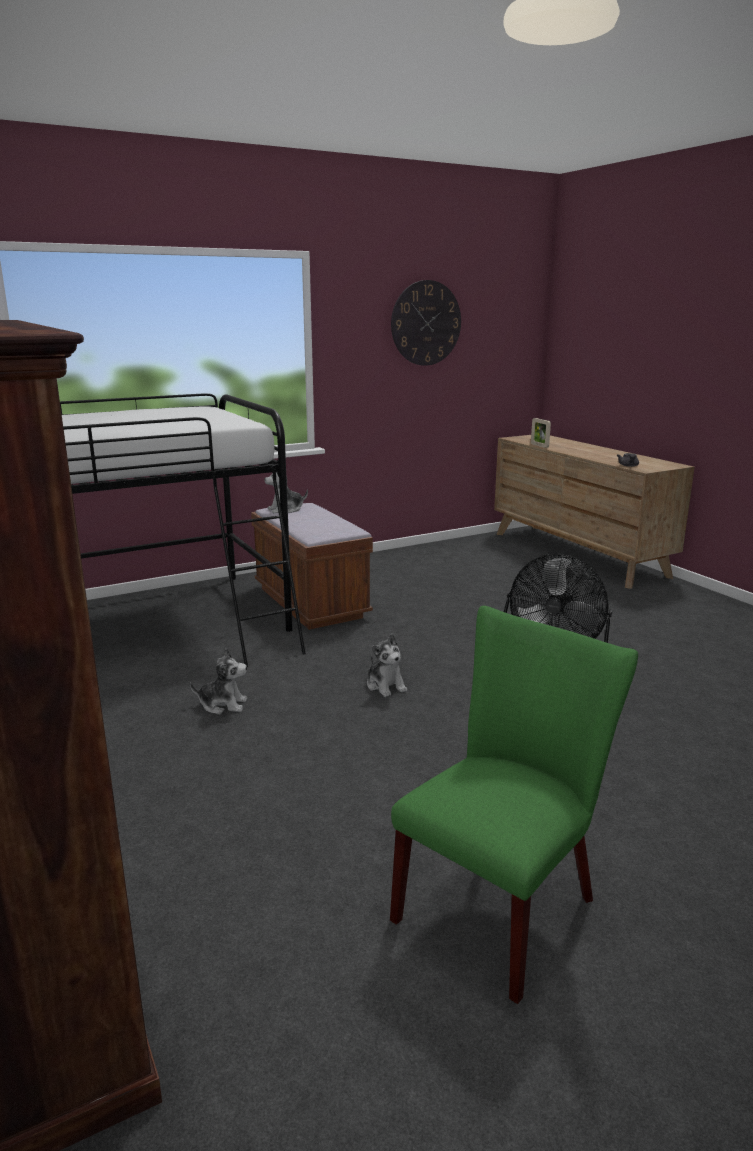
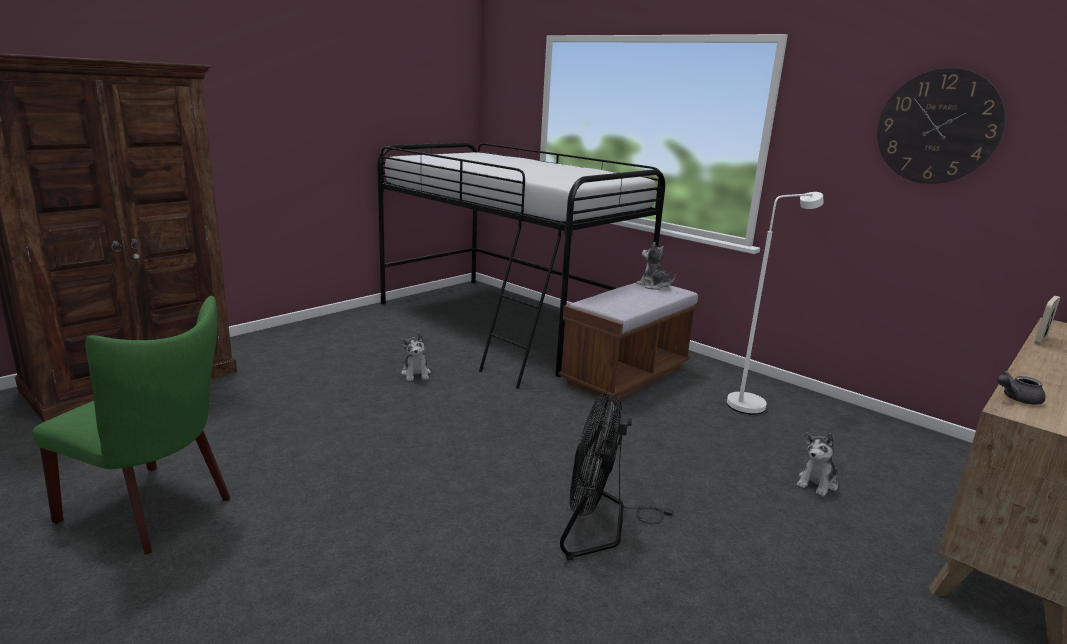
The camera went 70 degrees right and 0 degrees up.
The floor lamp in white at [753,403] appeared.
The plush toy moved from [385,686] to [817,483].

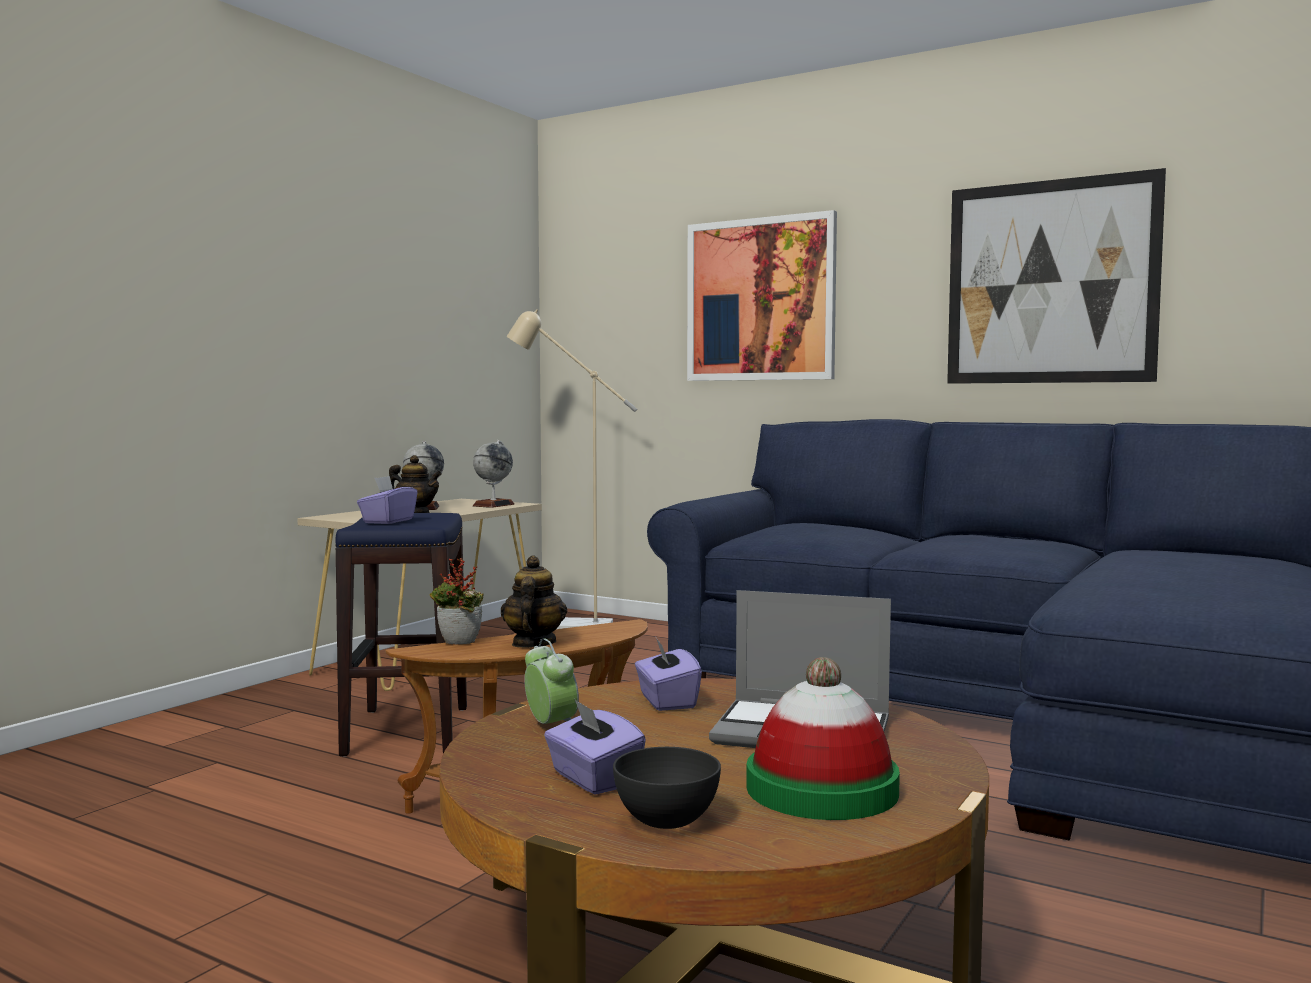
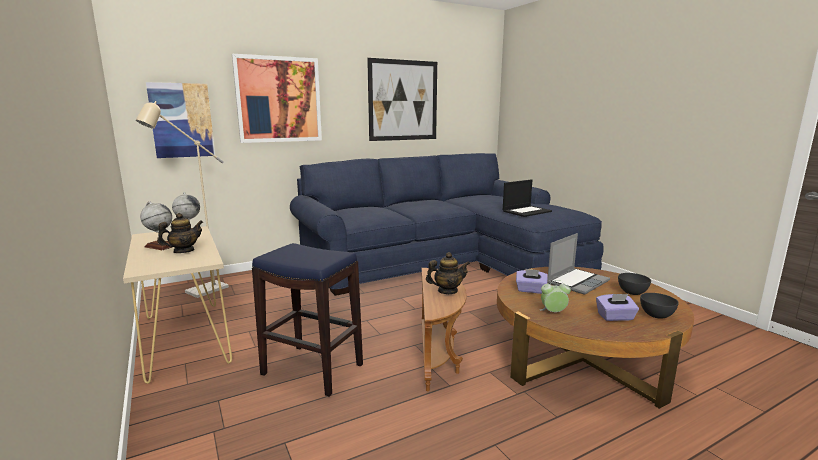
The camera went 60 degrees left and 10 degrees up.
The picture at [182,120] appeared.
The teapot at [533,644] turned 135 degrees clockwise.
The laptop at [526,211] appeared.
The hat at [821,789] was replaced by the bowl in grey at [632,292].
The tissue box in purple at [388,521] disappeared.
The potted plant at [458,644] disappeared.

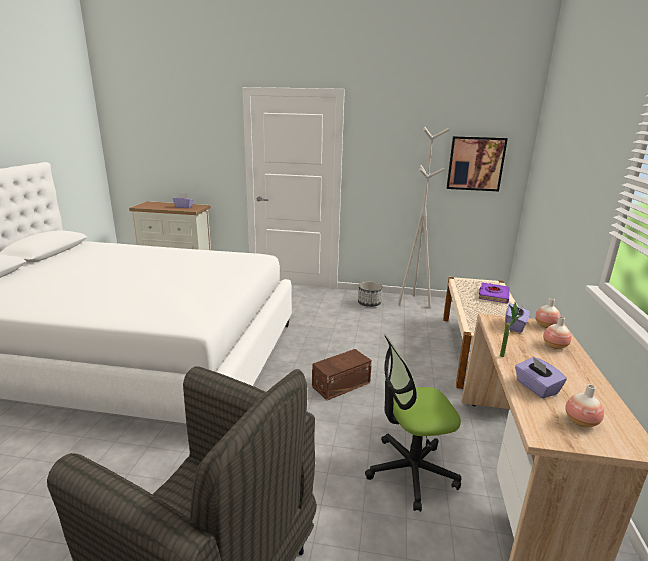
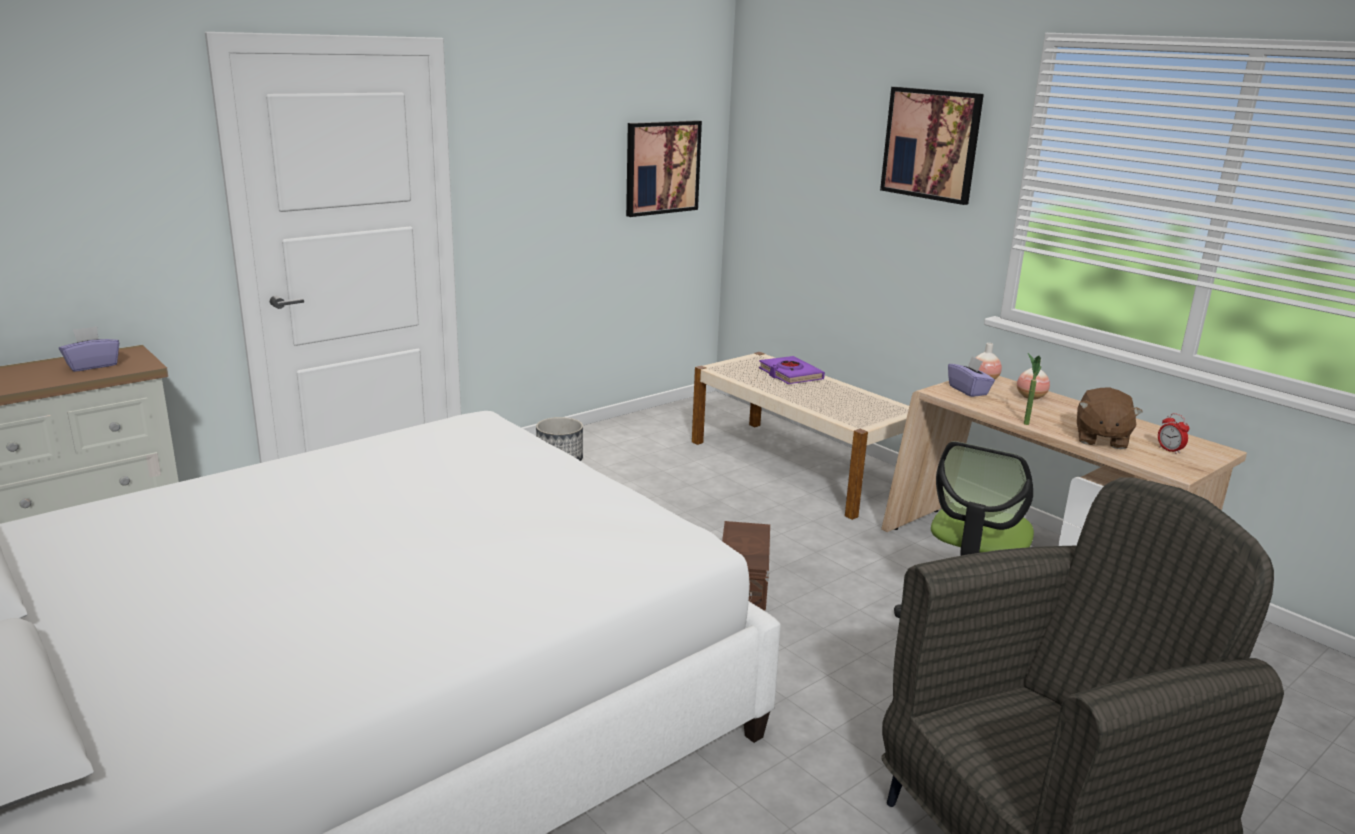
The camera went 50 degrees left and 0 degrees up.
The picture at [931,144] appeared.
The tissue box in purple at [536,388] was replaced by the plush toy in brown at [1100,439].
The vase at [581,422] was replaced by the alarm clock at [1169,450].
The clothes rack in grey at [414,302] disappeared.

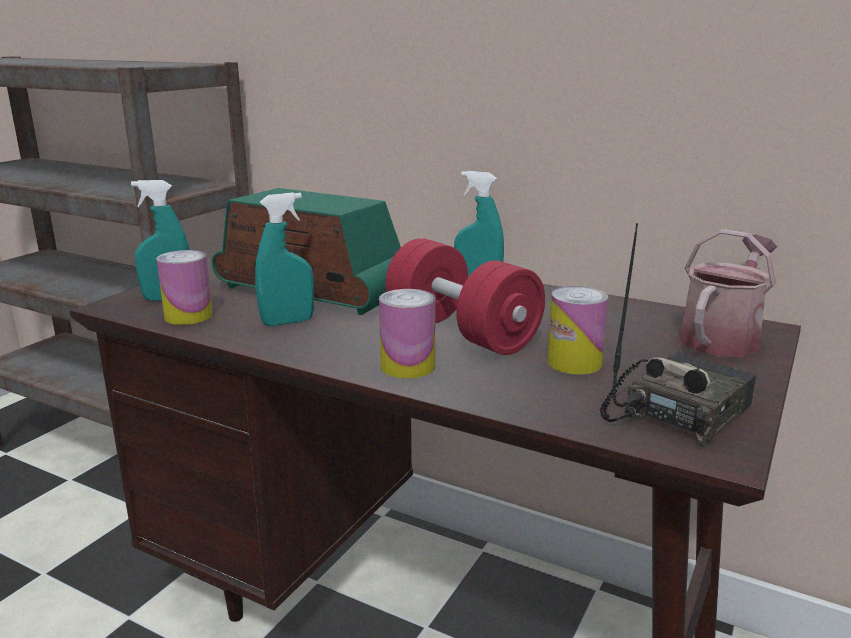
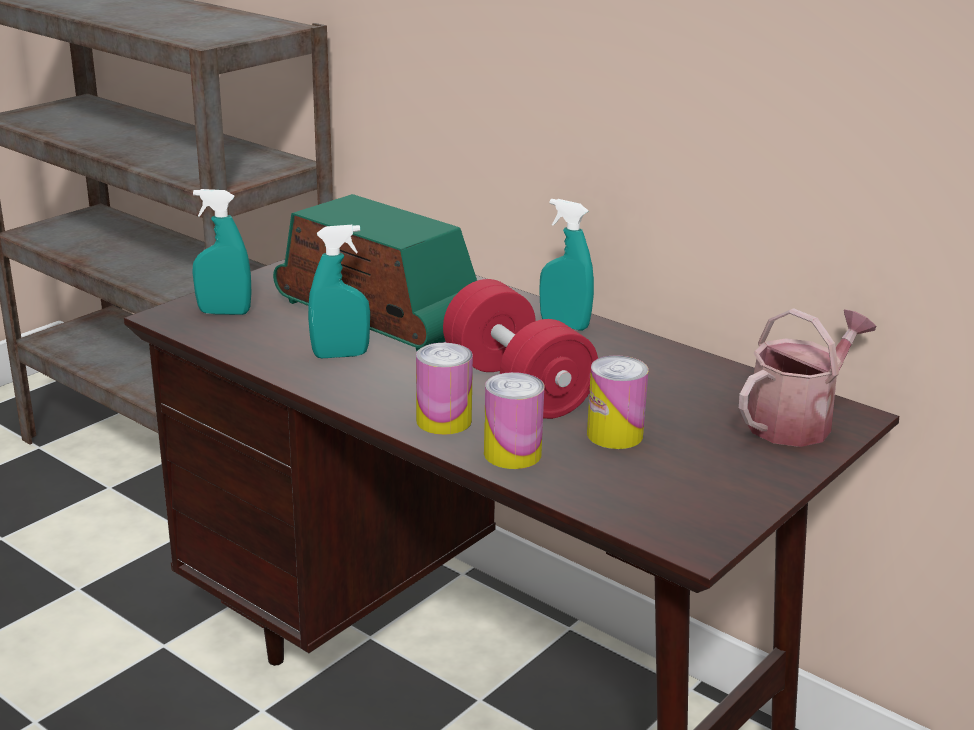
The camera went 10 degrees right and 5 degrees up.
The can moved from [188,316] to [512,454].
The radio at [675,410] disappeared.

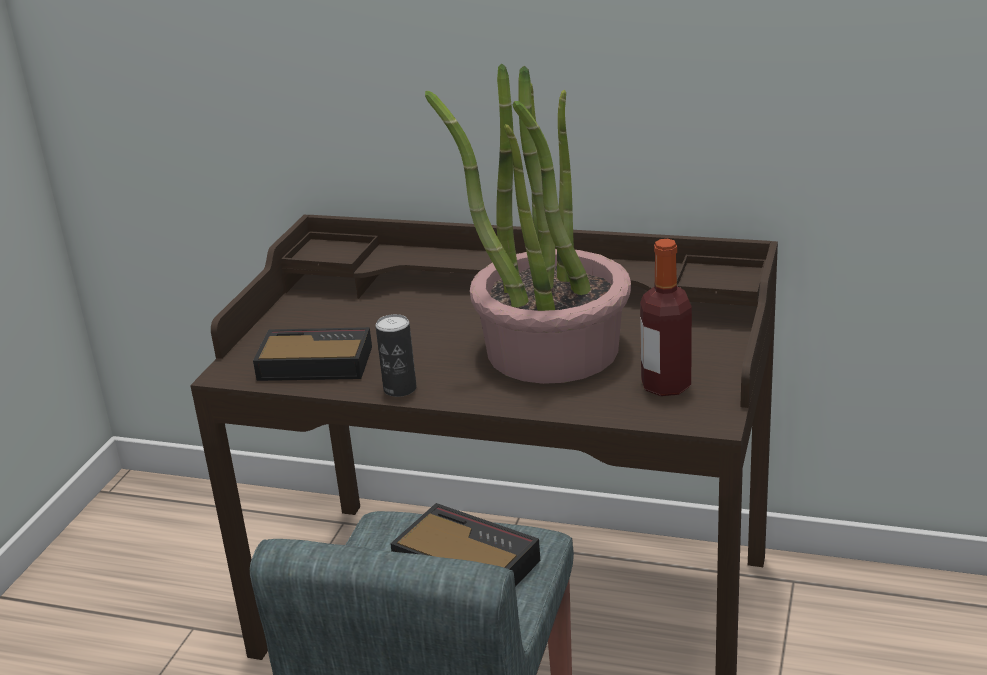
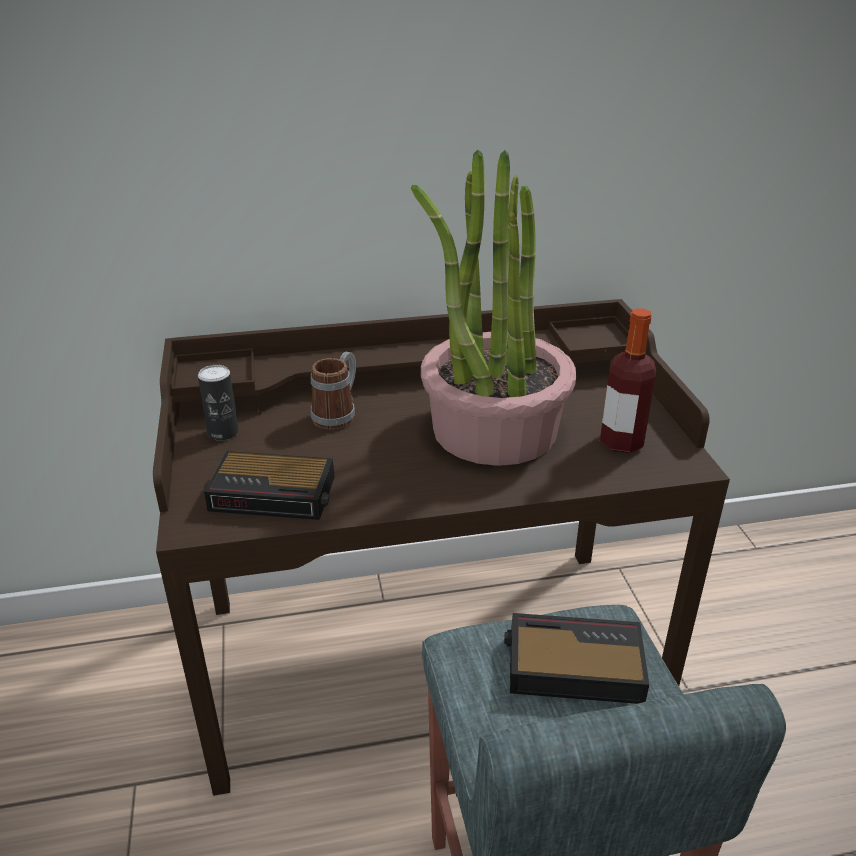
The camera went 30 degrees left and 5 degrees up.
The can moved from [400,389] to [223,432].
The alarm clock at [312,363] turned 150 degrees counterclockwise.
The mug at [338,413] appeared.

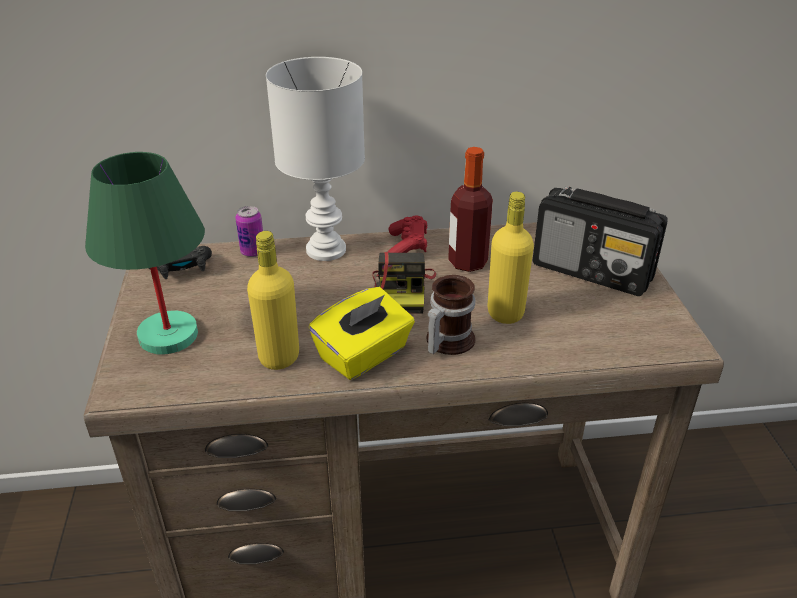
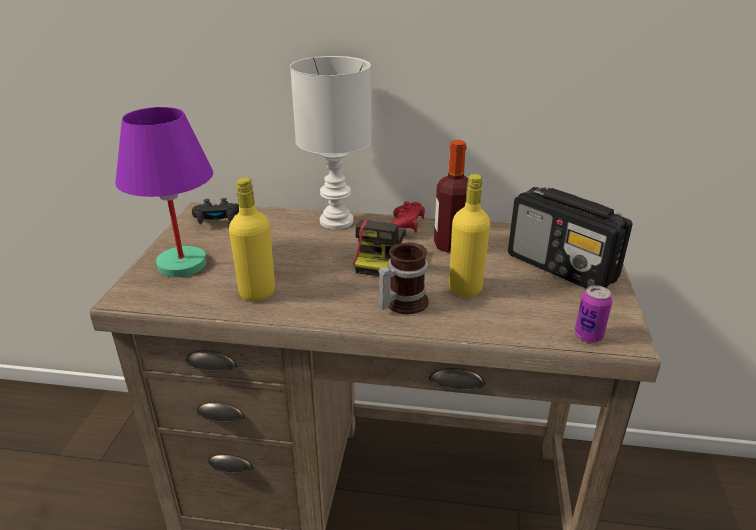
The camera went 15 degrees right and 5 degrees down.
The table lamp in green at [167,336] became the table lamp in purple at [181,265].
The can moved from [253,252] to [588,336].
The tissue box in yellow at [364,355] disappeared.

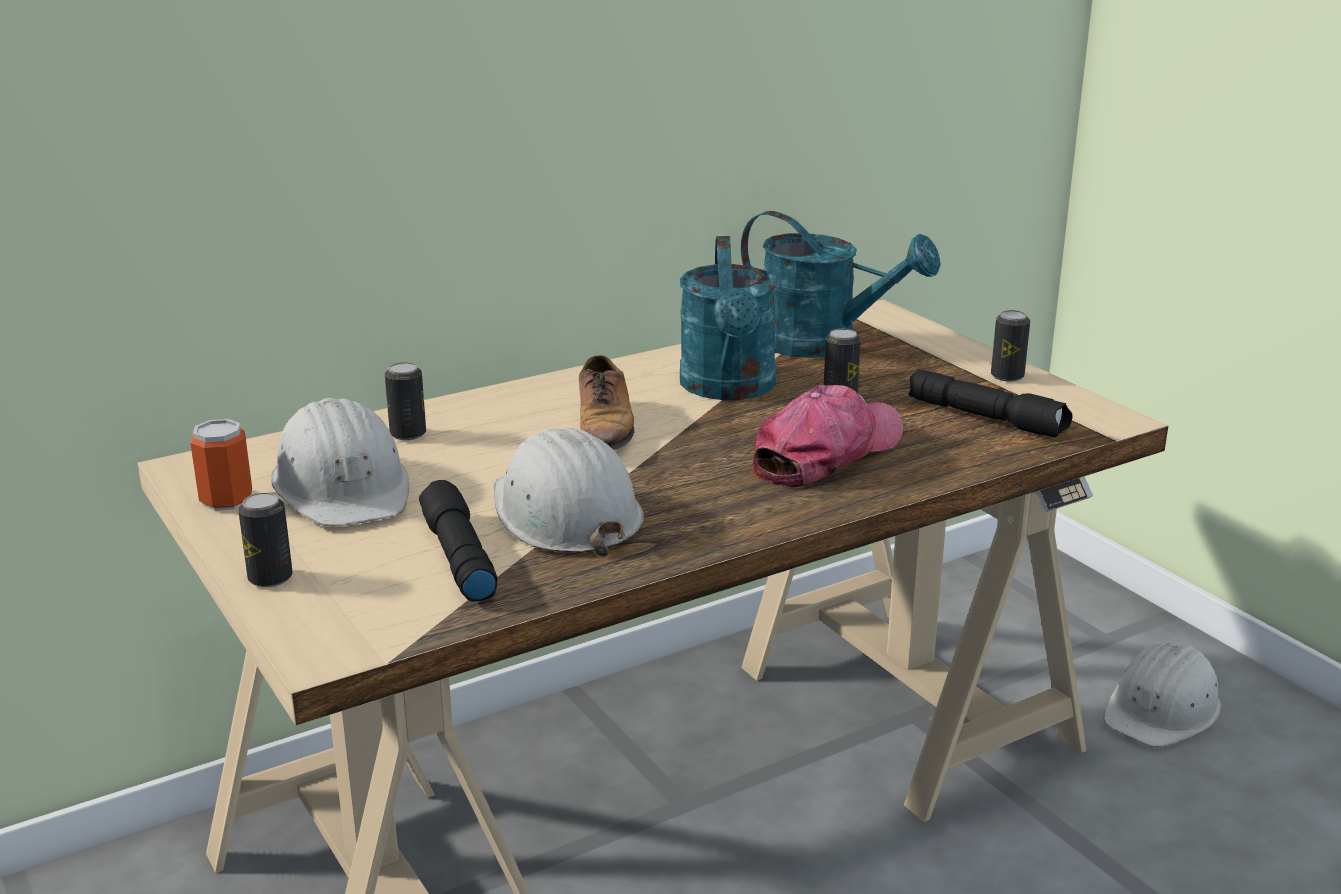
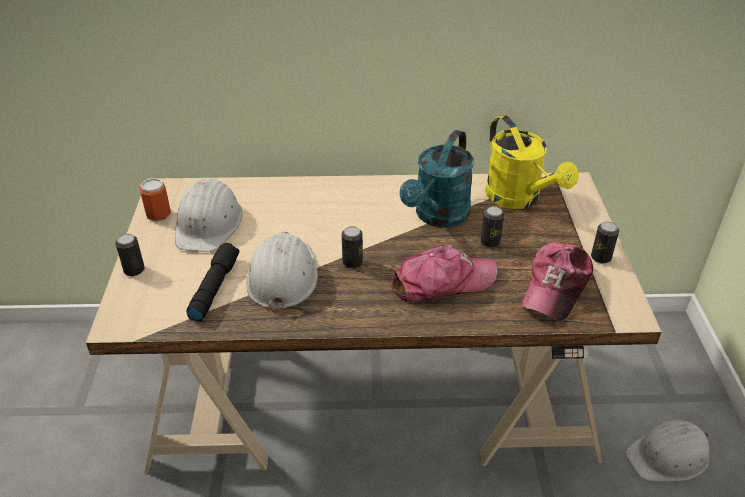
The camera went 30 degrees right and 15 degrees up.
The can moved from [408,434] to [352,263].
The watering can in turquoise at [823,345] became the watering can in yellow at [519,199].
The flashlight in black at [988,418] was replaced by the cap at [556,287].
The shoe at [605,428] disappeared.

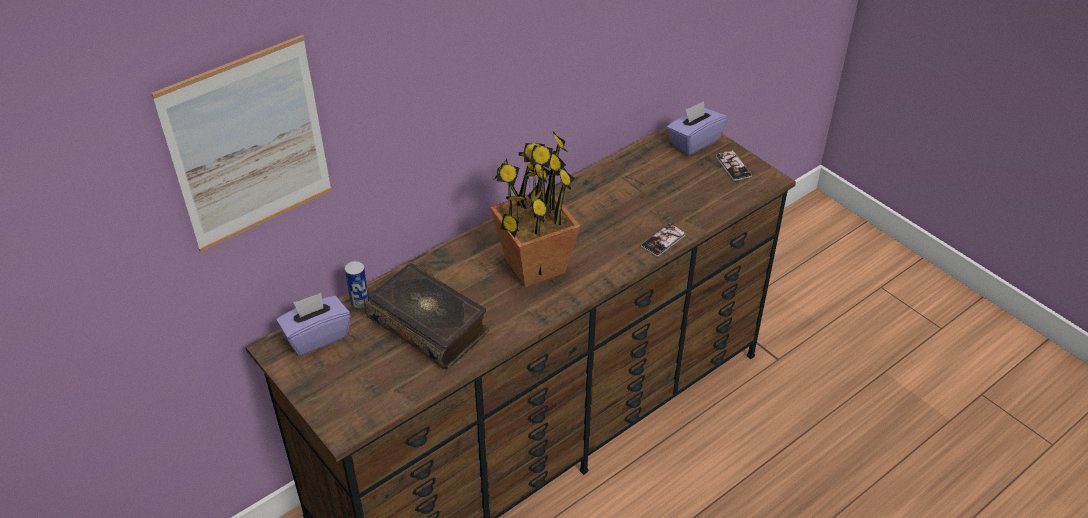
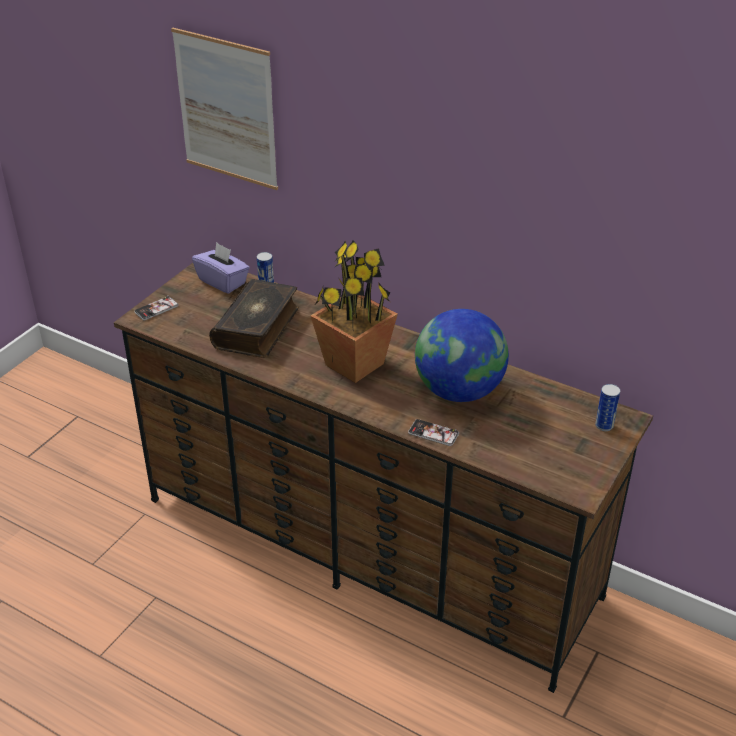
The camera went 70 degrees right and 5 degrees down.
The phone moved from [733,166] to [156,309].
The globe at [459,391] appeared.
The tissue box in purple at [694,141] was replaced by the can at [604,426].

